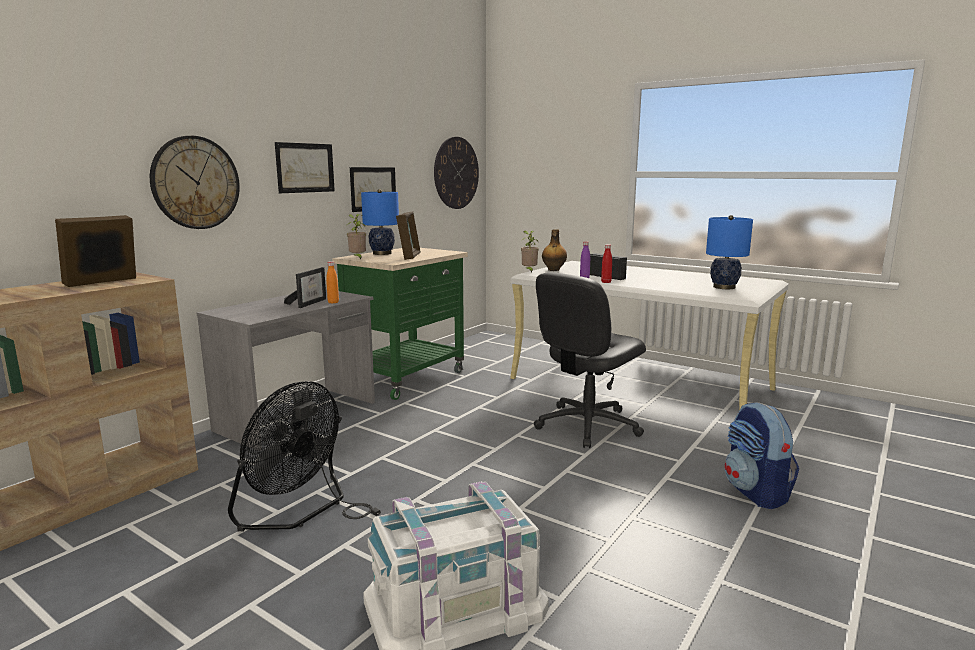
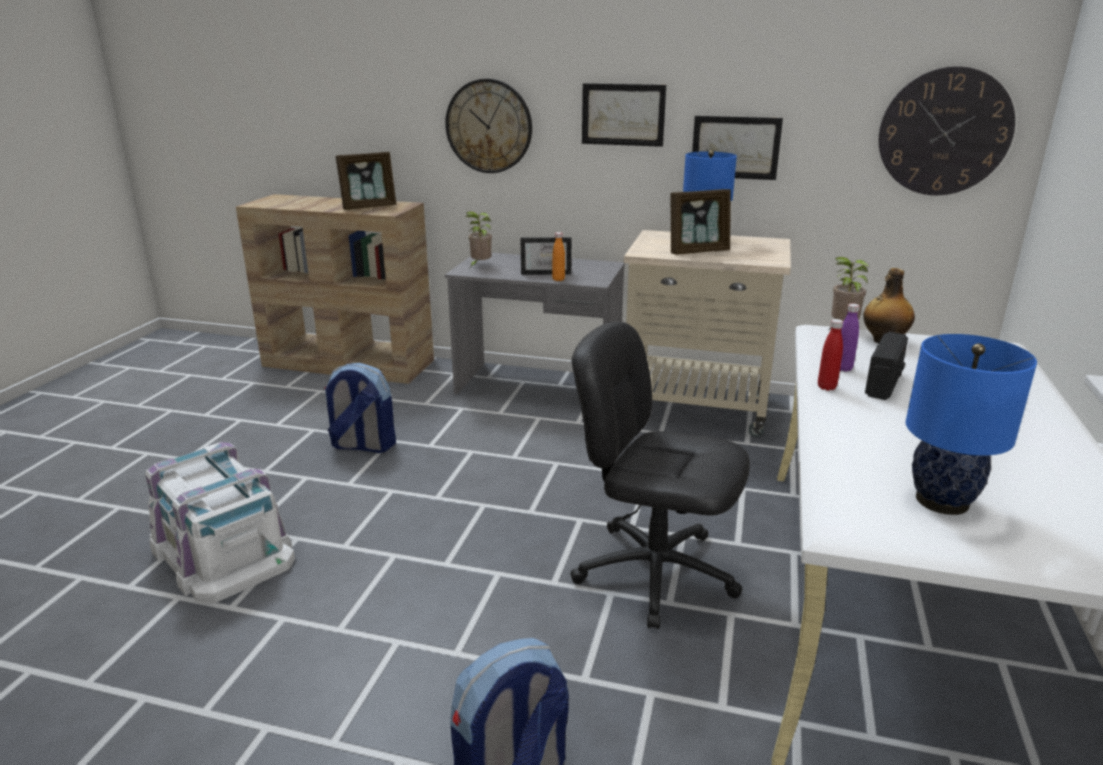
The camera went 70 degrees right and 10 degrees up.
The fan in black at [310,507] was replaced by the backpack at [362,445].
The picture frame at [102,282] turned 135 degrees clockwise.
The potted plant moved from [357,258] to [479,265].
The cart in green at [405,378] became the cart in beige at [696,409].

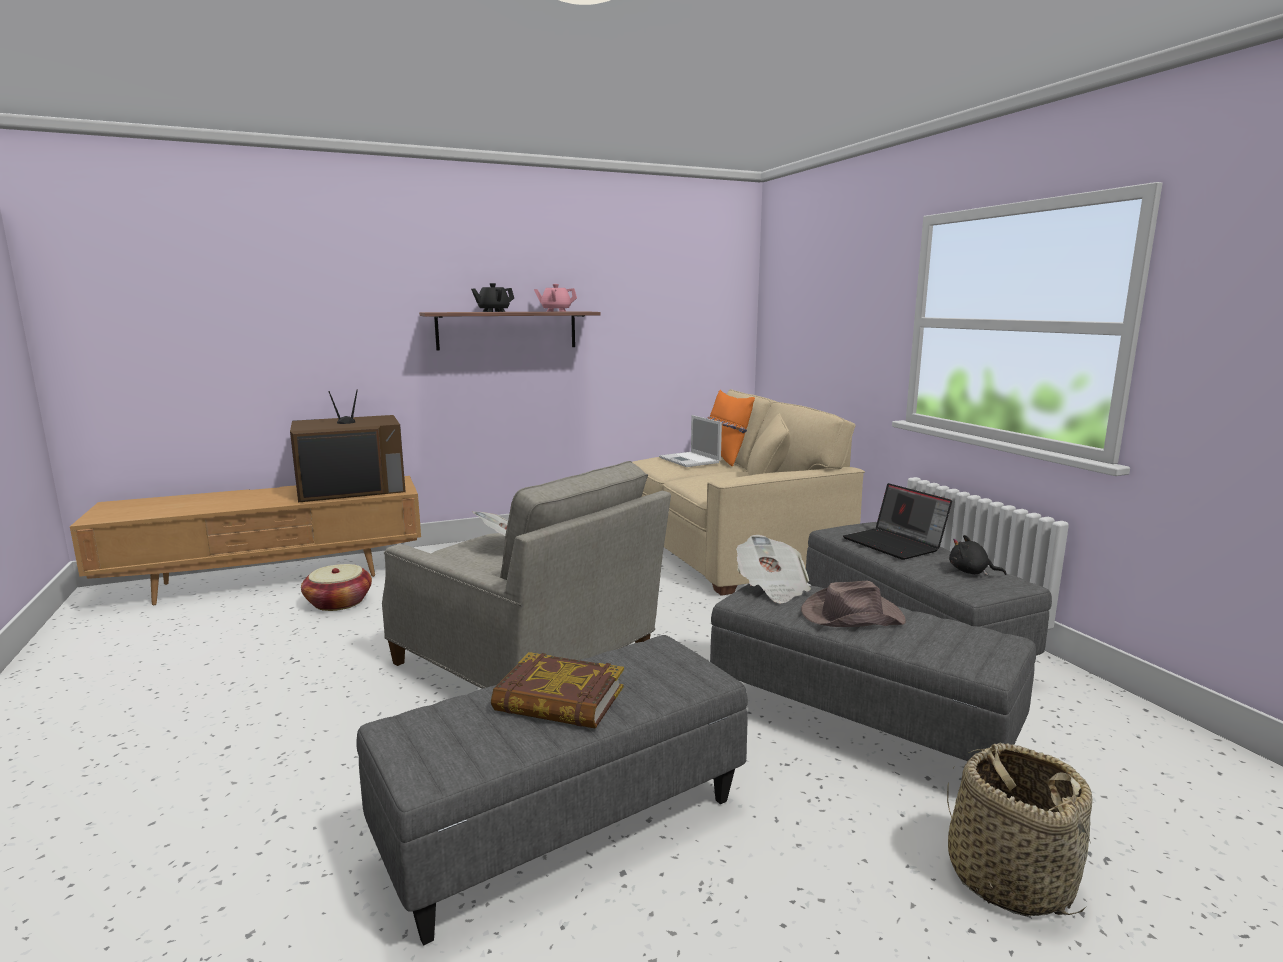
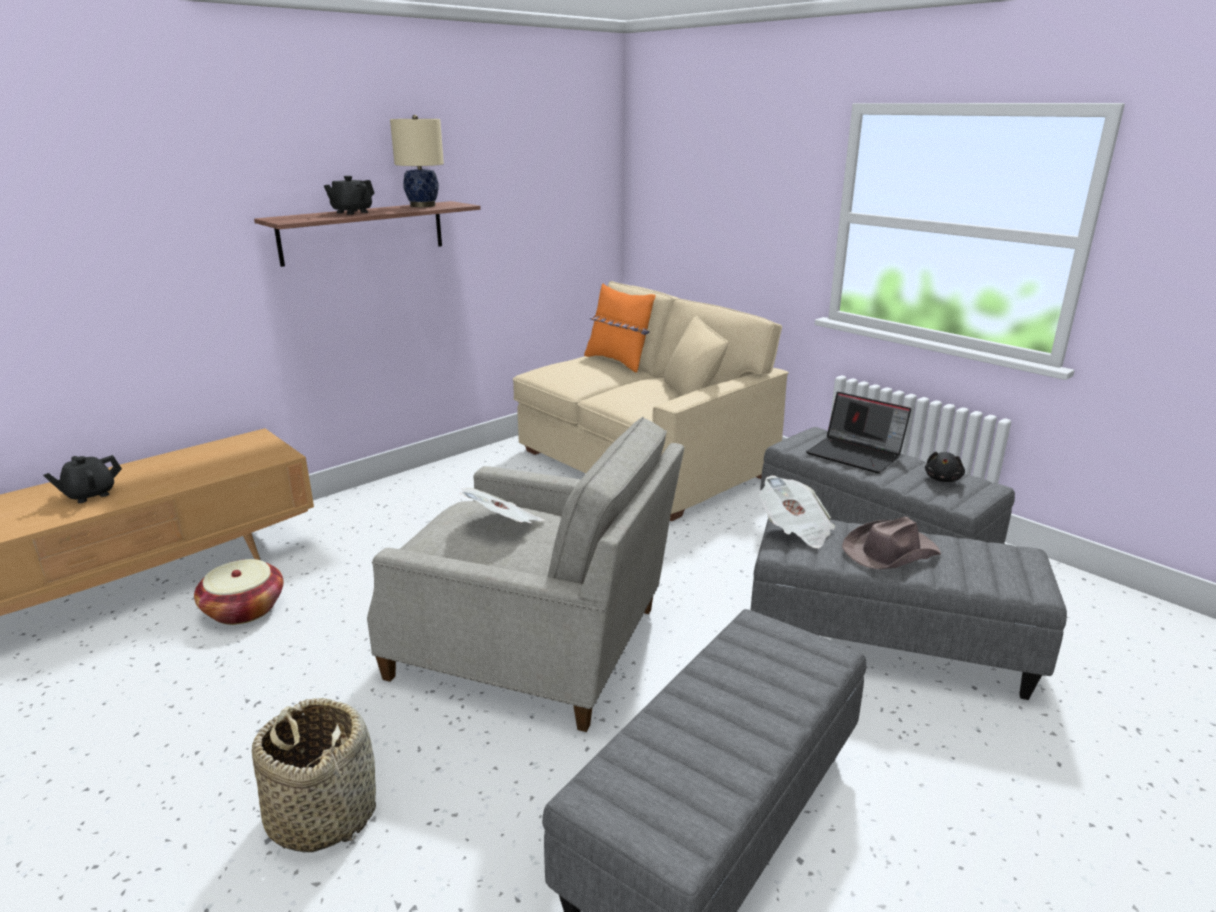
The camera went 20 degrees left and 10 degrees up.
The teapot in black at [90,495] appeared.
The basket moved from [1008,877] to [323,814].
The teapot in pink at [556,311] was replaced by the table lamp in beige at [423,205].
The plush toy in black at [971,572] turned 75 degrees counterclockwise.
The television at [352,489] disappeared.
The book at [559,700] disappeared.
The laptop at [690,460] disappeared.

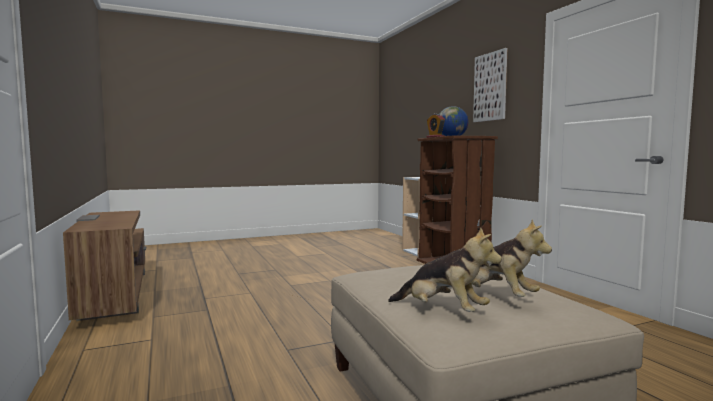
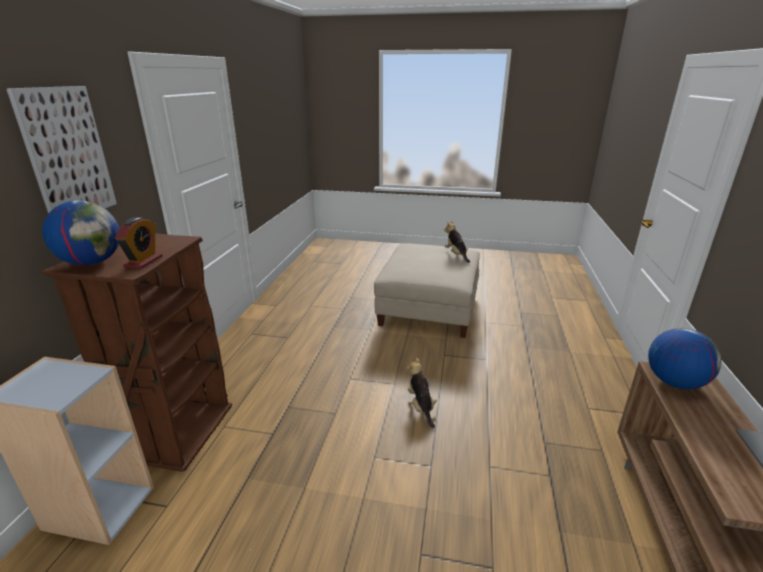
The camera went 145 degrees left and 20 degrees up.
The plush toy moved from [495,297] to [421,407].
The globe at [674,382] appeared.

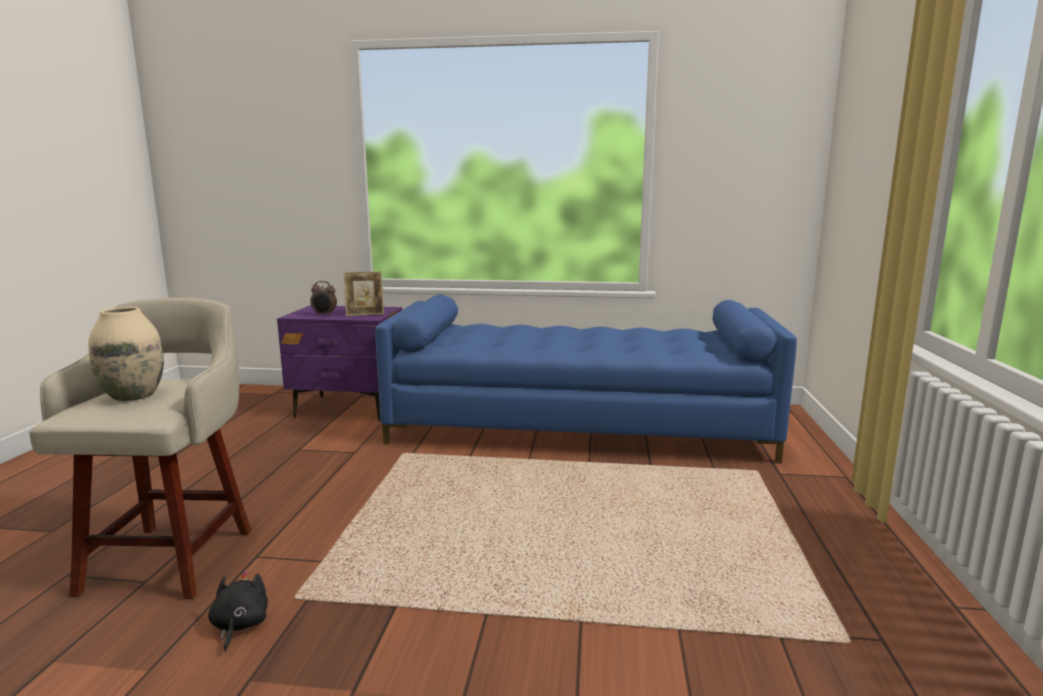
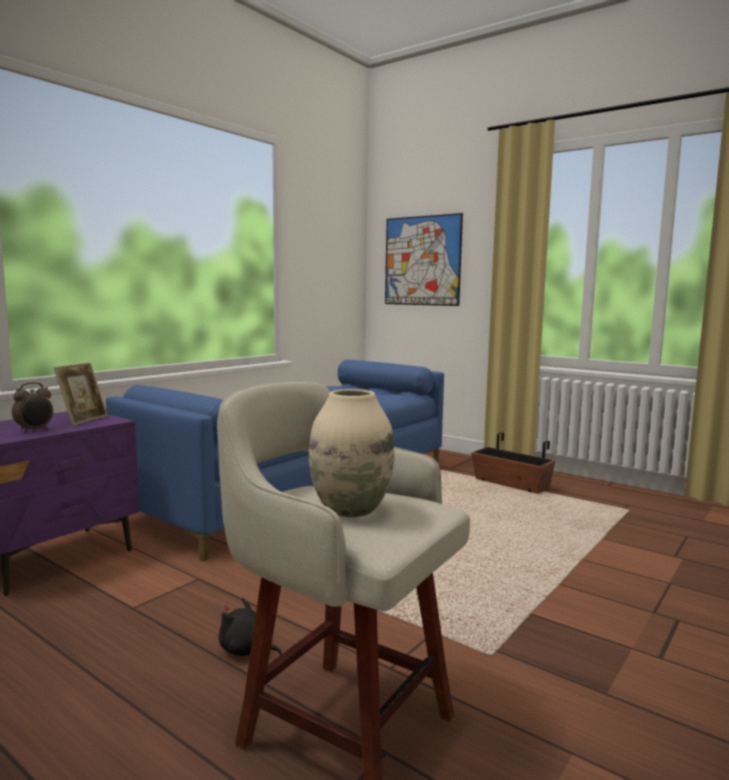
The camera went 60 degrees left and 5 degrees down.
The plush toy in black moved from [239,626] to [246,650].
The picture at [422,261] appeared.
The planter at [511,484] appeared.

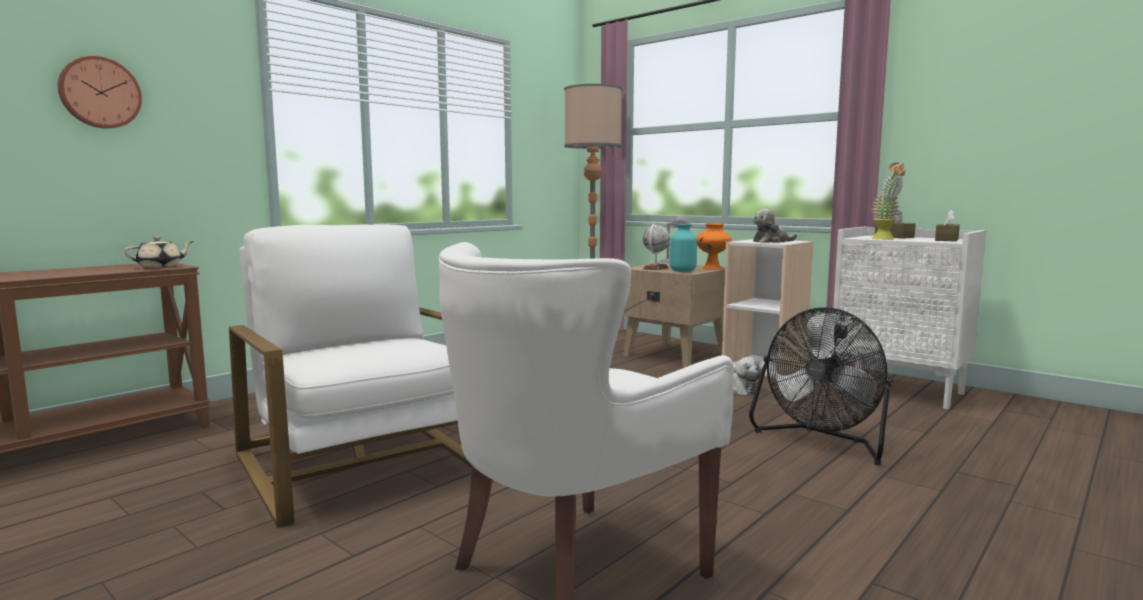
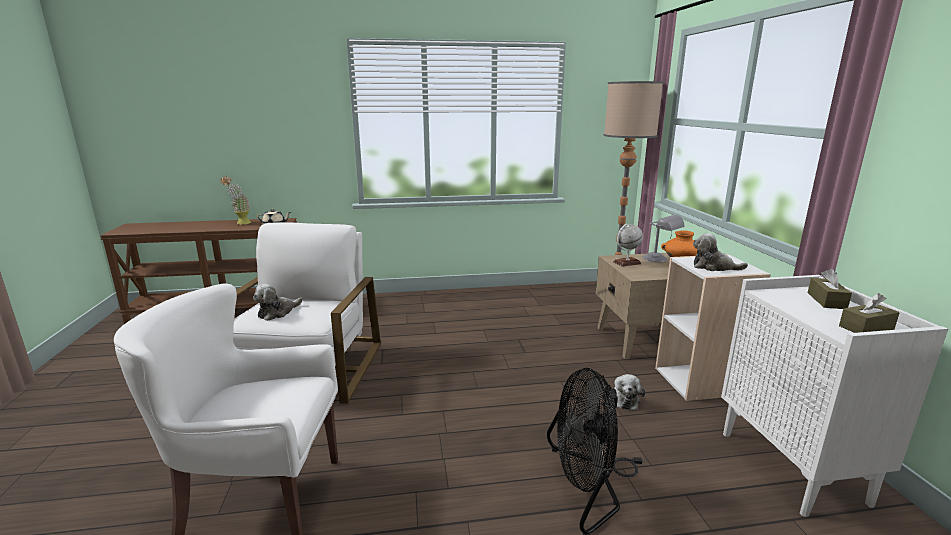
The camera went 40 degrees right and 10 degrees up.
The potted plant moved from [886,239] to [240,223].
The plush toy at [277,312] appeared.
The wall clock at [100,93] disappeared.
The vase in turquoise at [682,271] disappeared.

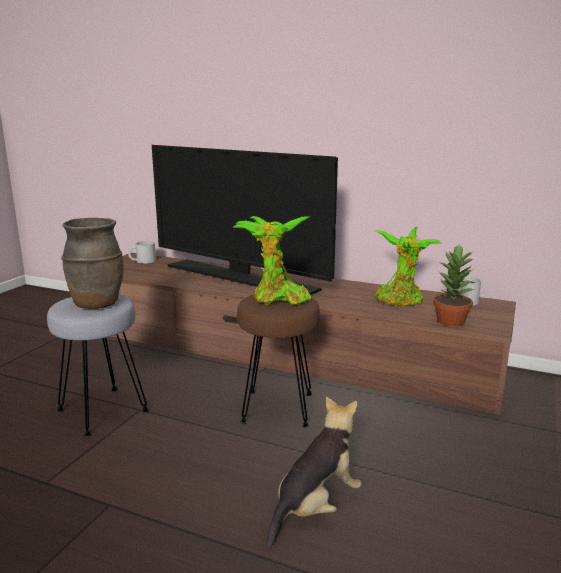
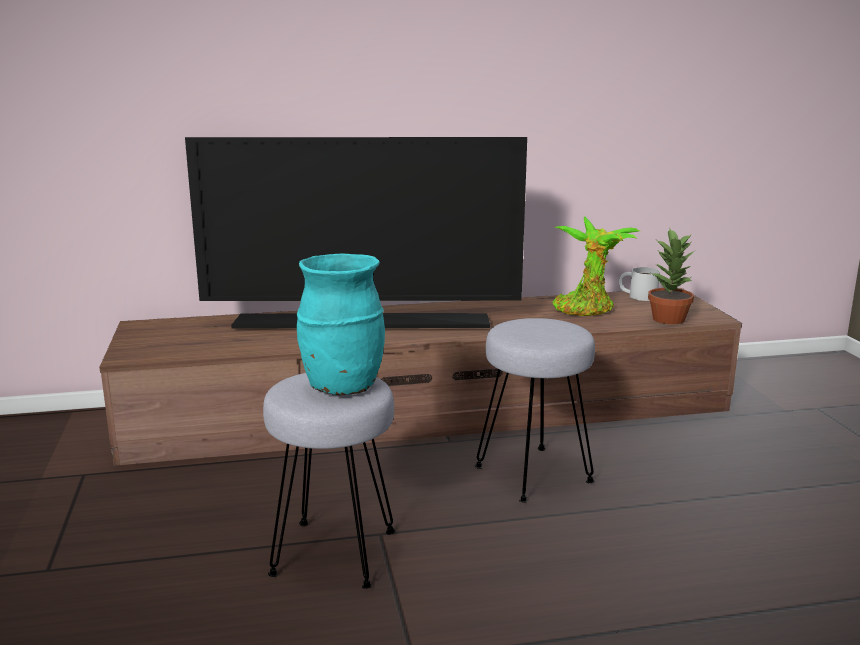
The camera went 35 degrees left and 0 degrees up.
The vase in brown at [97,304] became the vase in turquoise at [342,387].
The stool in brown at [279,408] became the stool in grey at [535,474].
The mug in white at [142,261] disappeared.
The potted plant at [277,299] disappeared.
The plush toy at [316,506] disappeared.

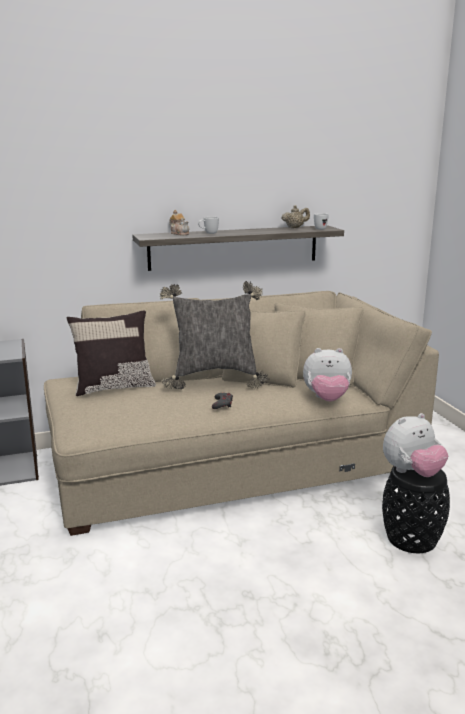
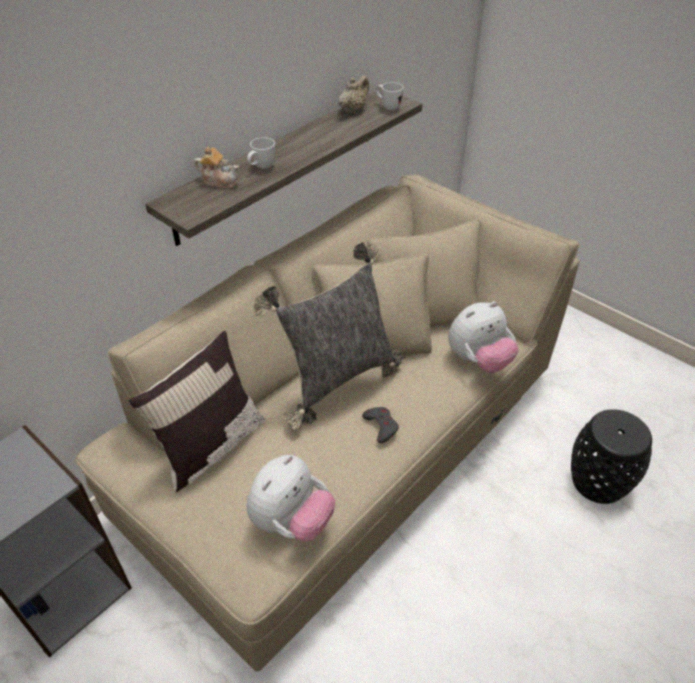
The camera went 30 degrees left and 25 degrees up.
The plush toy moved from [412,473] to [291,521].

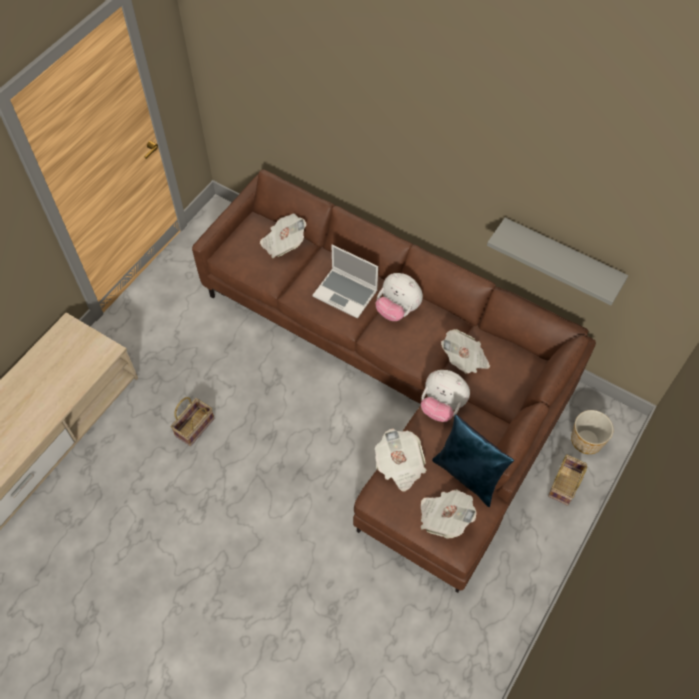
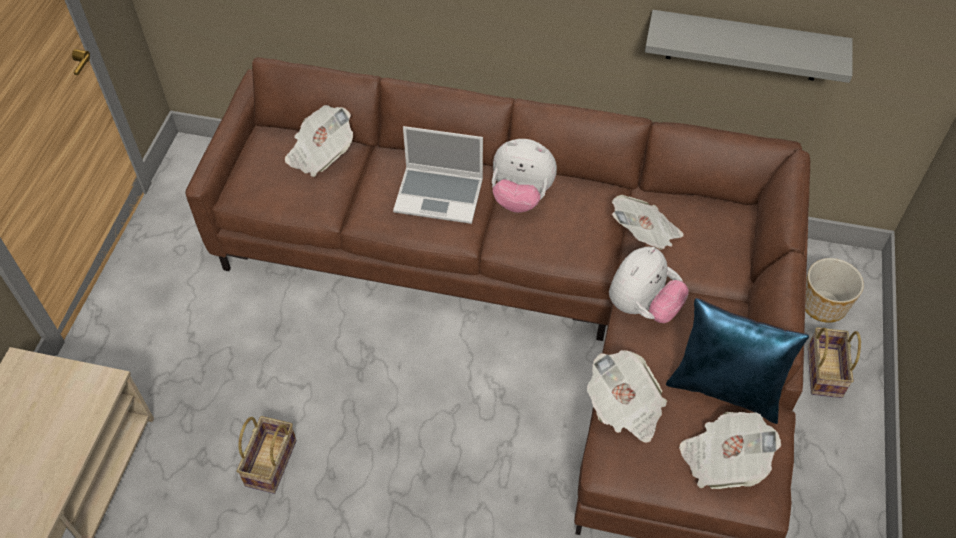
The camera went 20 degrees left and 5 degrees down.
The plush toy at [442,406] turned 60 degrees counterclockwise.

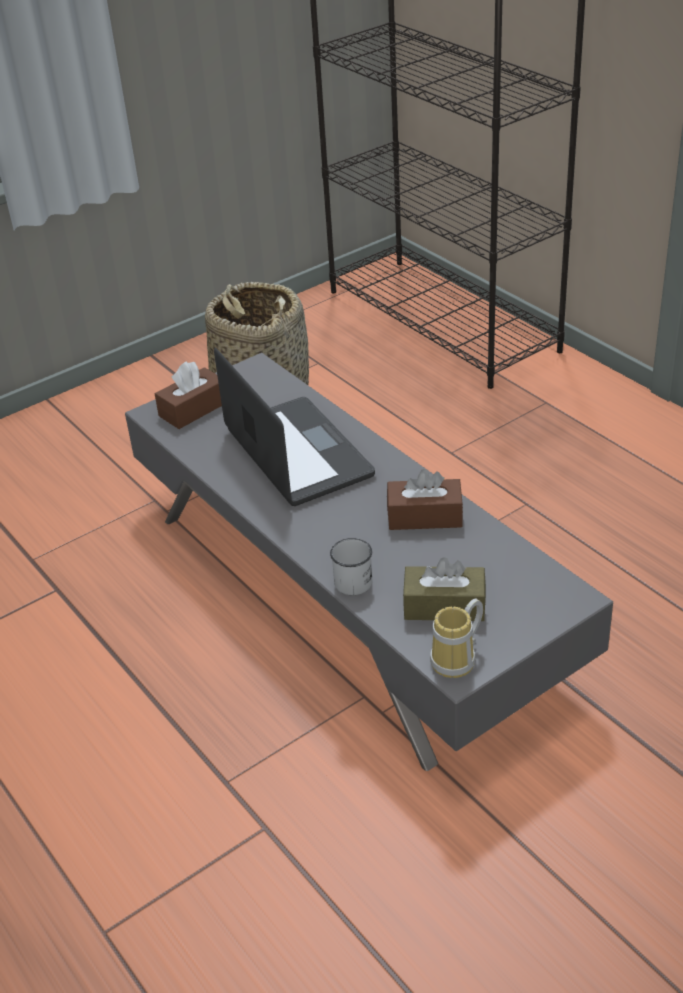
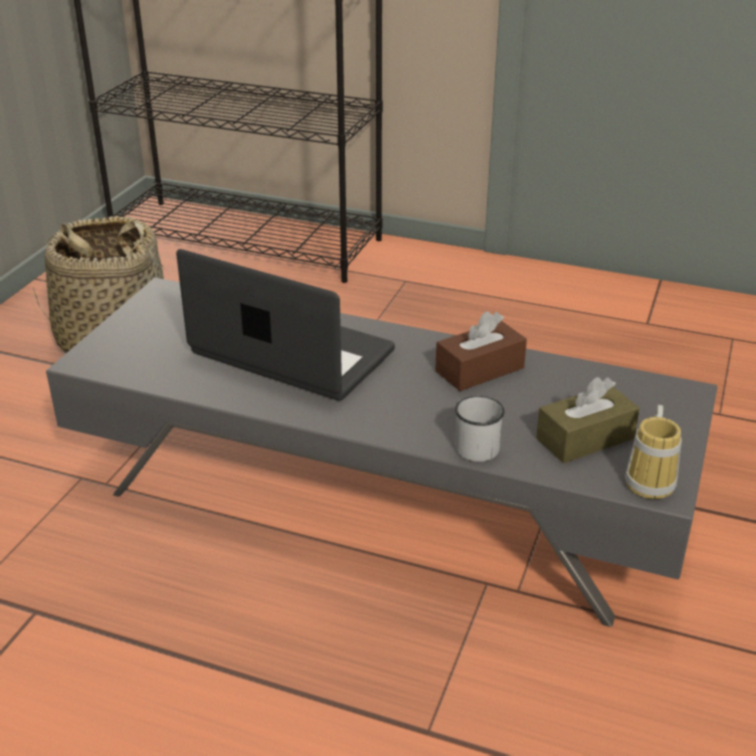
The camera went 35 degrees left and 5 degrees down.
The tissue box in brown at [193,409] disappeared.

